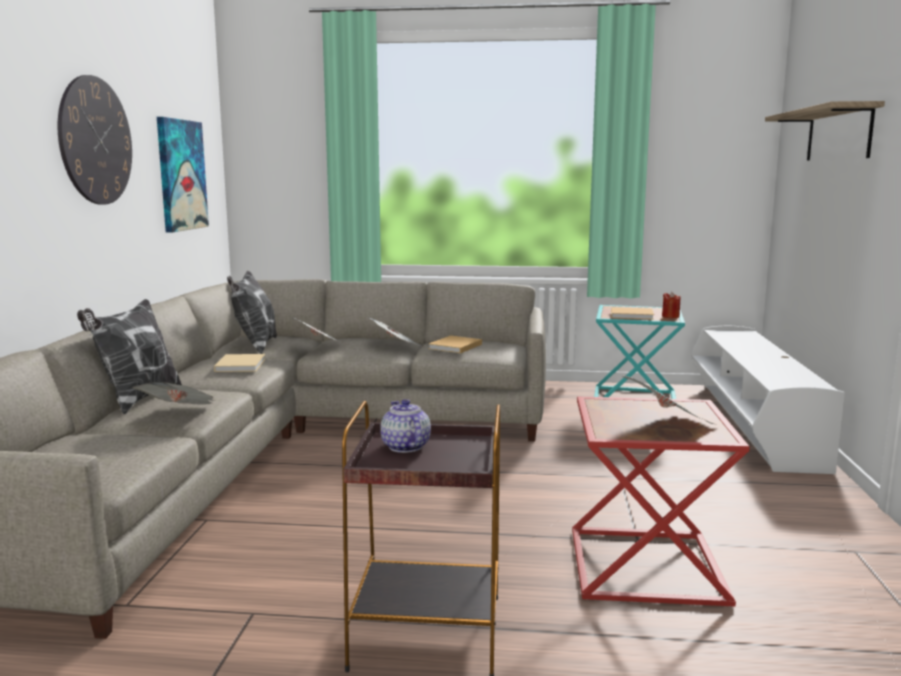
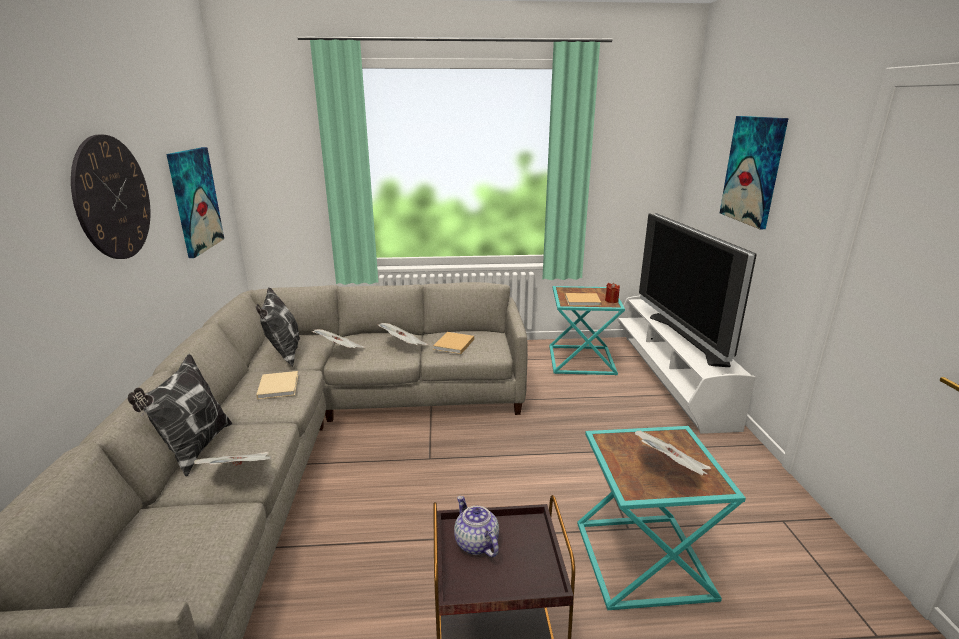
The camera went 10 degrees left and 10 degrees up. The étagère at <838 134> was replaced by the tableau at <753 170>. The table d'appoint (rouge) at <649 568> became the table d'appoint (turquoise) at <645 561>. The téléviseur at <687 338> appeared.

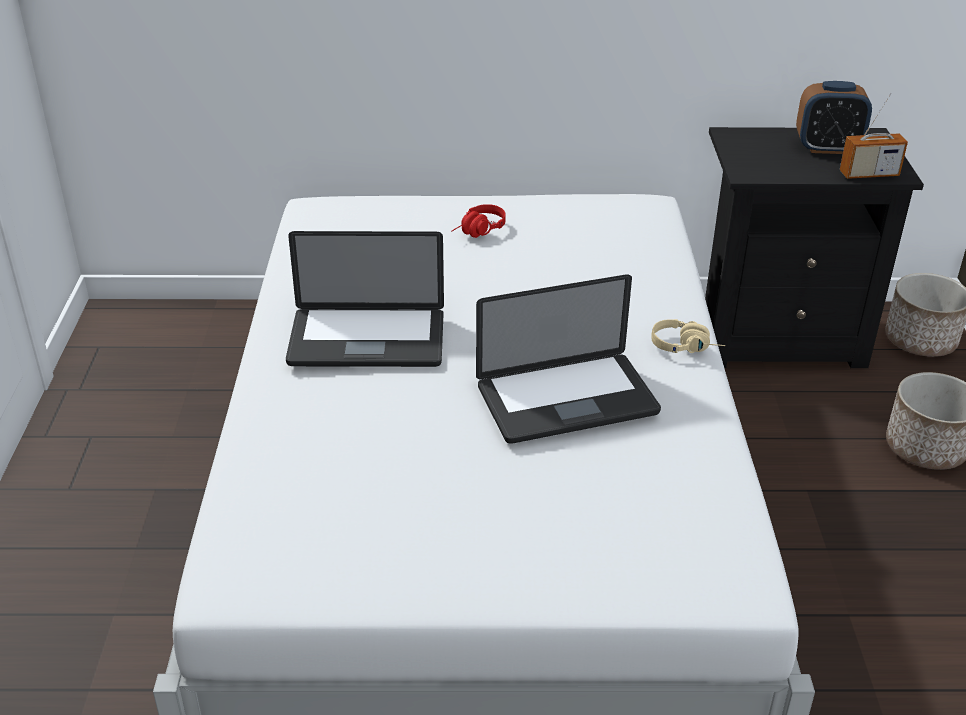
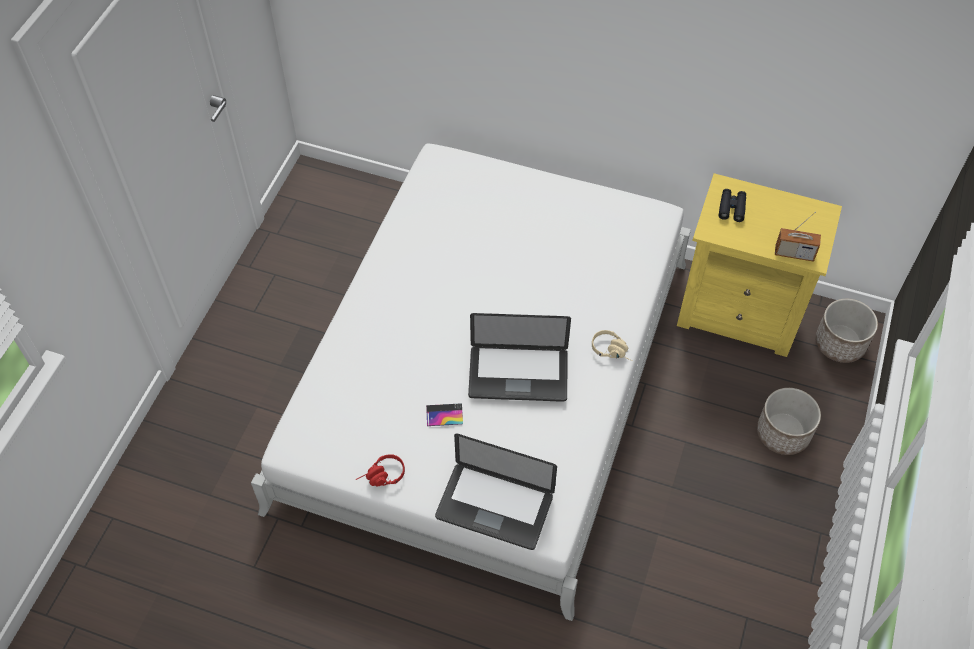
The camera went 20 degrees right and 20 degrees up. The réveil at <827 148> disappeared. The table de chevet (noir) at <778 336> became the table de chevet (jaune) at <740 312>. The casque audio (rouge) moved from <478 231> to <381 477>. The ordinateur portable moved from <367 340> to <494 507>. The jumelles (noir) at <732 208> appeared. The téléphone at <444 415> appeared.

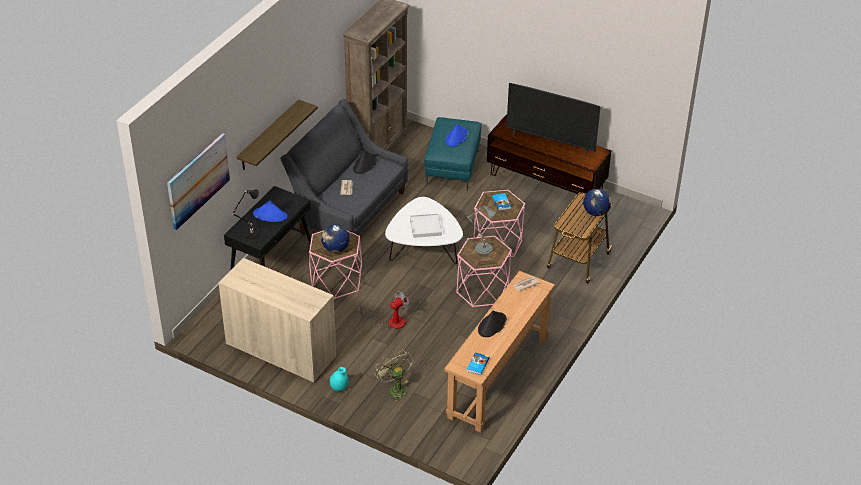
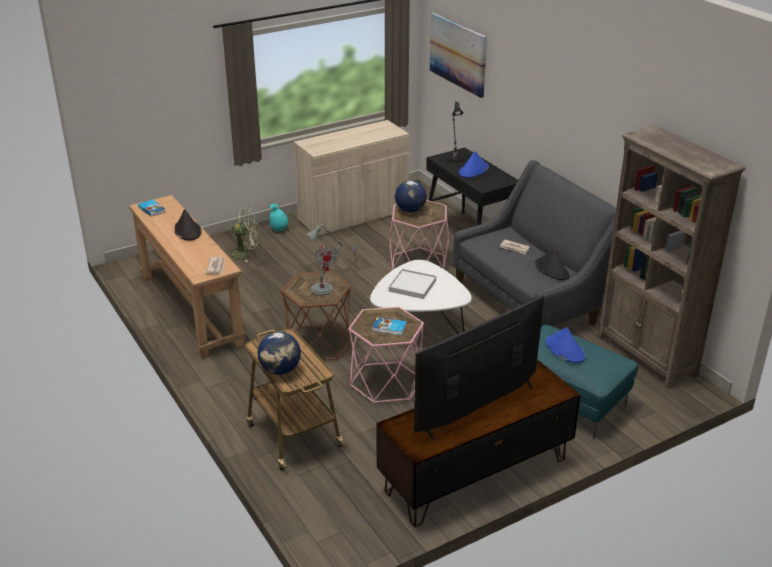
The camera went 120 degrees right and 10 degrees down. The étagère at <268 136> disappeared. The table d'appoint (rose) at <482 290> became the table d'appoint (marron) at <318 343>.

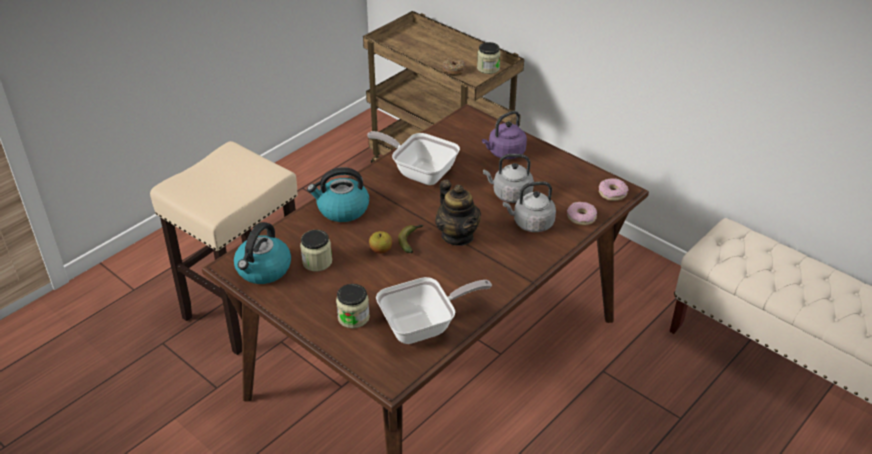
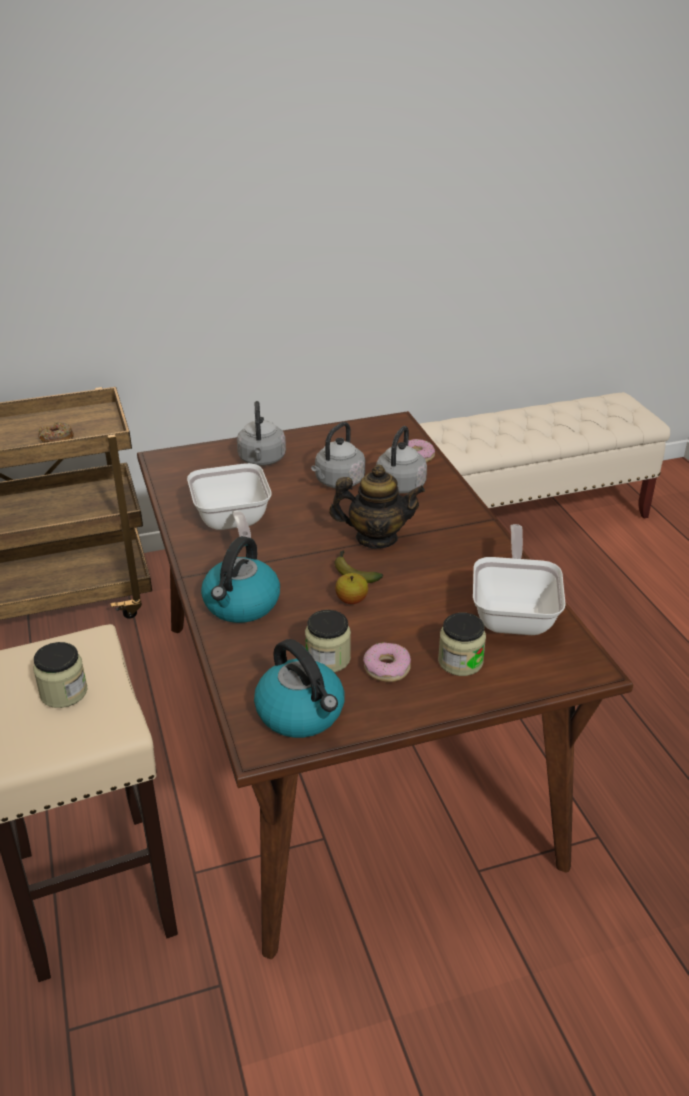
The camera went 60 degrees left and 5 degrees down. The bocal moved from <488 68> to <64 692>. The bouilloire (violet) at <505 153> became the bouilloire (gris) at <262 460>. The poêle at <420 172> turned 75 degrees counterclockwise. The beignet moved from <612 193> to <387 668>.

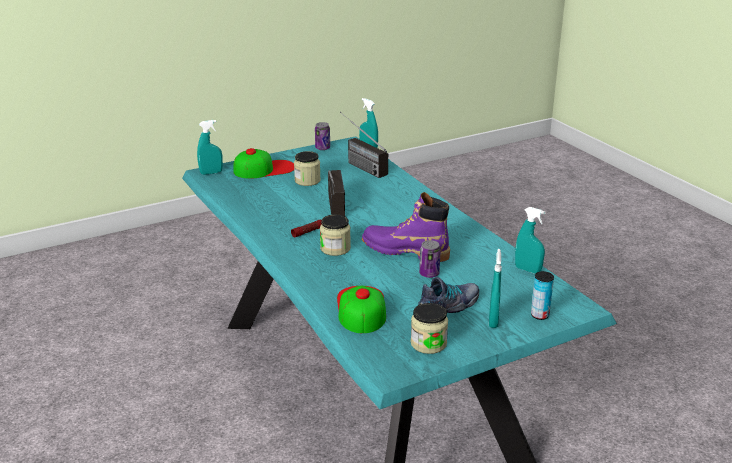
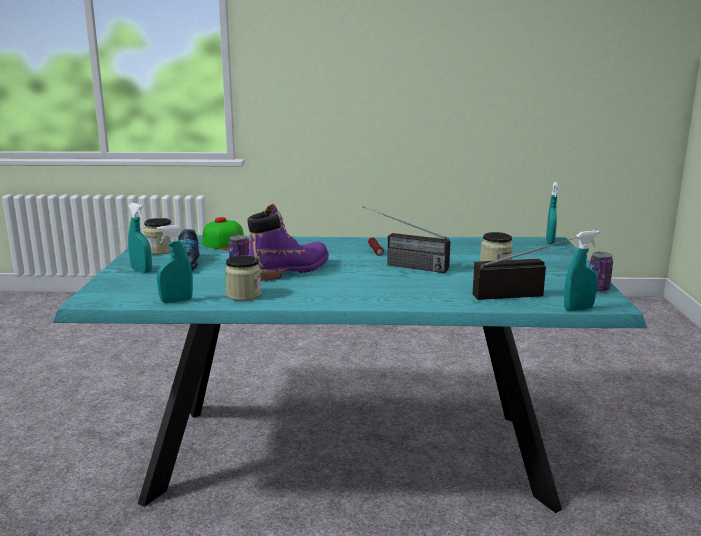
The camera went 120 degrees right and 10 degrees down. The casquette at <264 169> disappeared. The bocal moved from <335 248> to <244 295>. The boîte métallique at <539 315> disappeared.

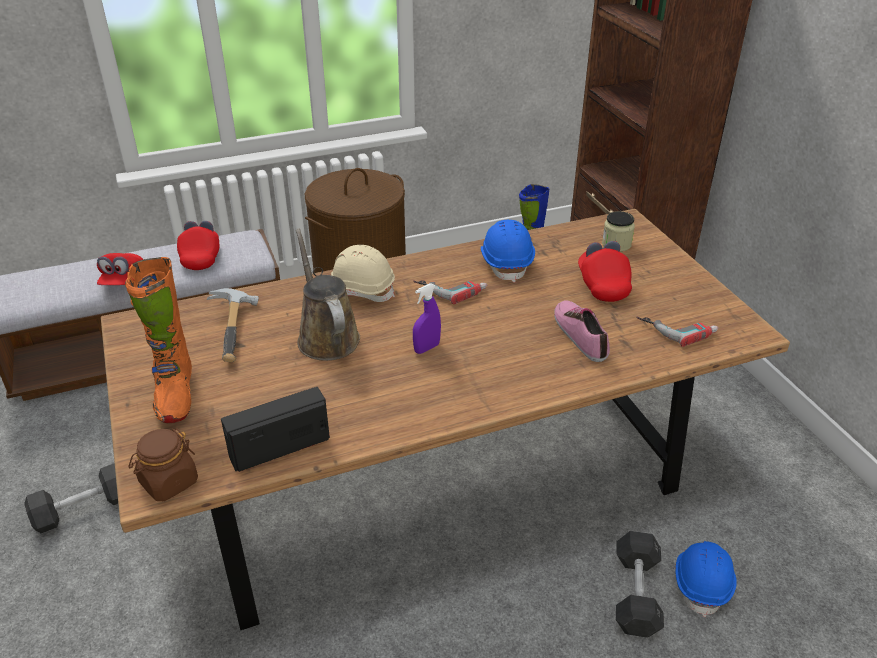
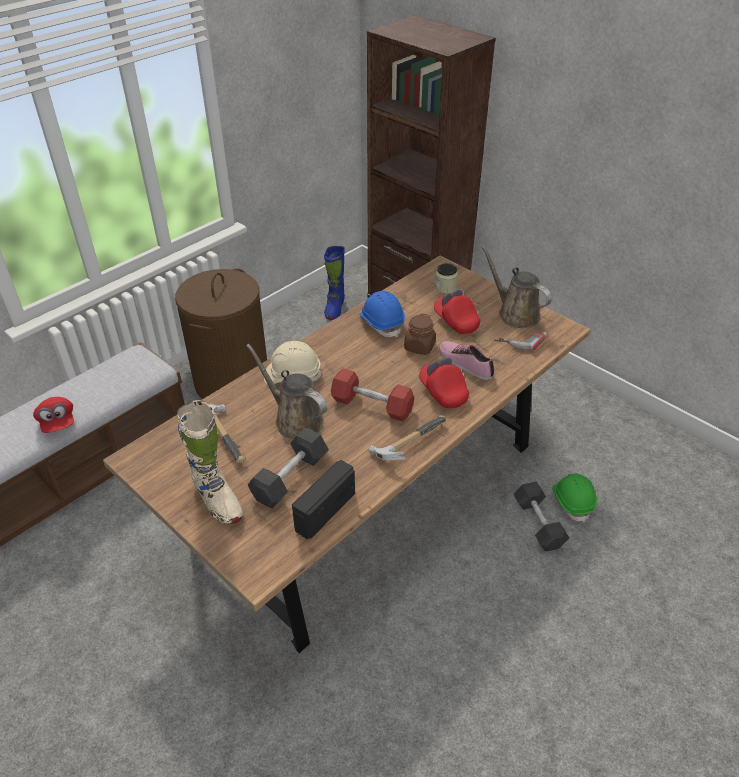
The camera went 25 degrees left and 5 degrees up. The casquette (rouge) moved from <201 257> to <443 392>. The botte (orange) at <175 394> became the botte (beige) at <217 500>. The perceuse at <451 288> disappeared. The vaporisateur (violet) at <426 348> was replaced by the haltère (rouge) at <372 405>. The bocal (marron) moved from <168 482> to <419 346>. The haltère (gris) moved from <83 509> to <290 477>. The casque de chantier (bleu) at <702 583> became the casque de chantier (vert) at <572 501>. The arrosoir (marron) at <515 313> appeared. The marteau at <406 443> appeared.

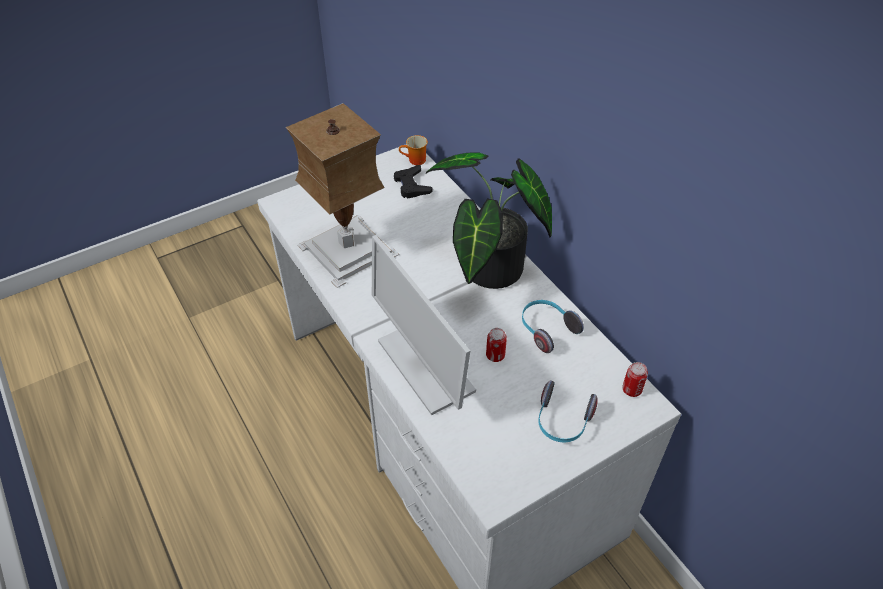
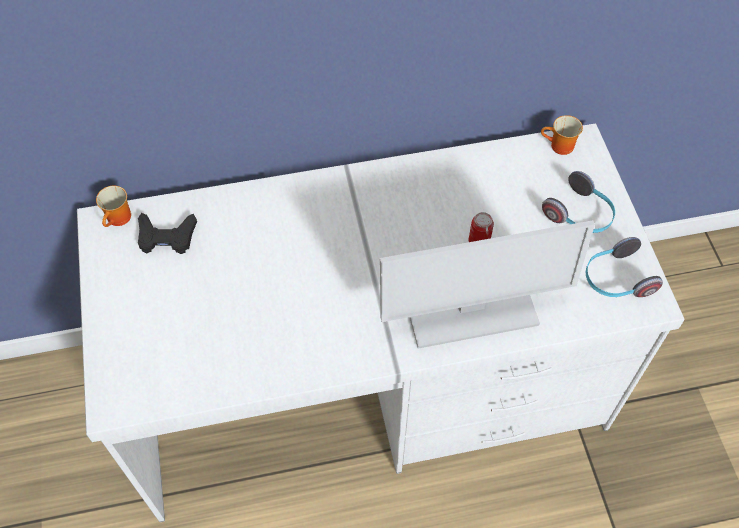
The camera went 70 degrees left and 10 degrees up. The lampe de table at <348 248> disappeared. The plante en pot at <487 272> disappeared. The casque audio moved from <546 330> to <616 279>. The boîte métallique at <631 390> was replaced by the mug at <559 147>.

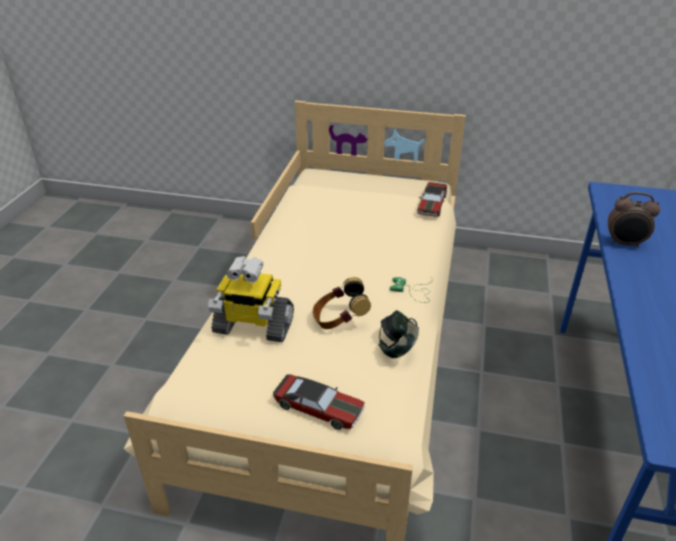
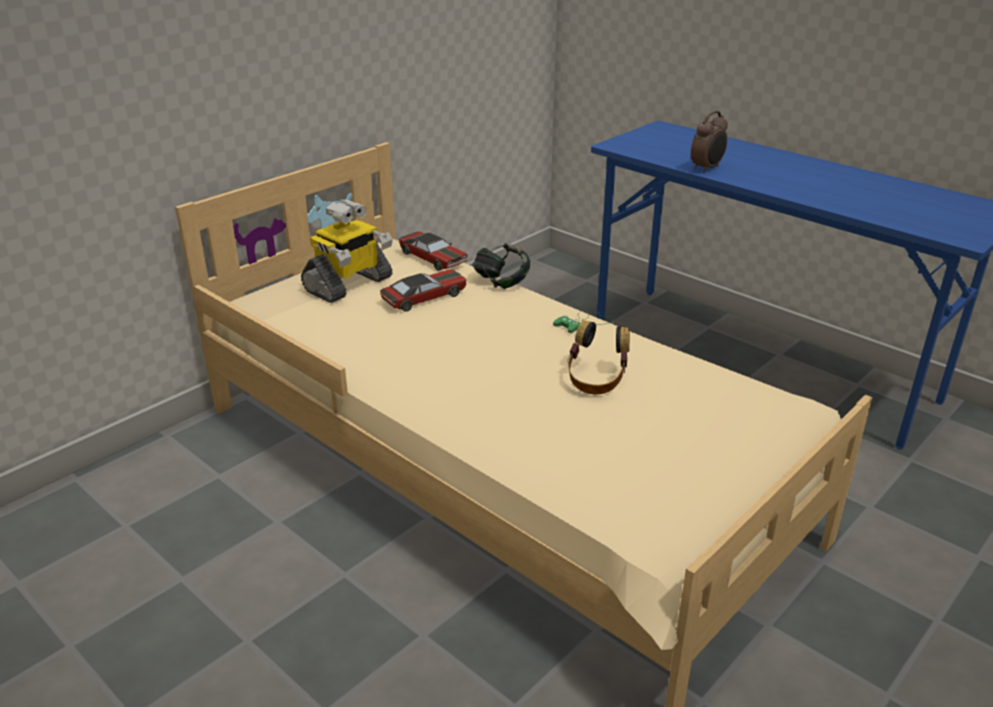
The camera went 60 degrees left and 5 degrees down. The robot jouet moved from <253 326> to <349 285>. The casque audio moved from <397 348> to <501 282>. The petite voiture moved from <319 408> to <424 297>.

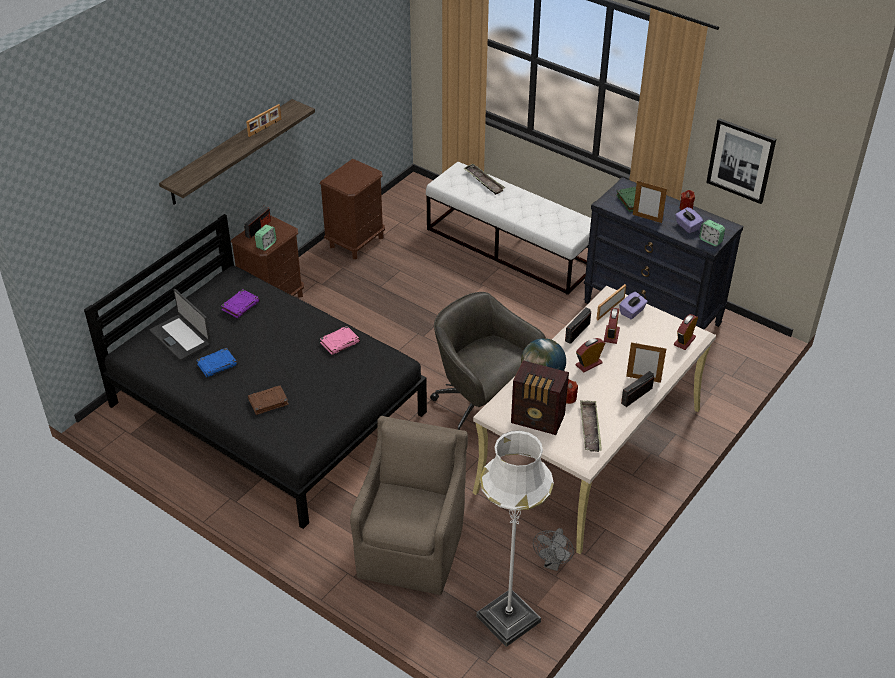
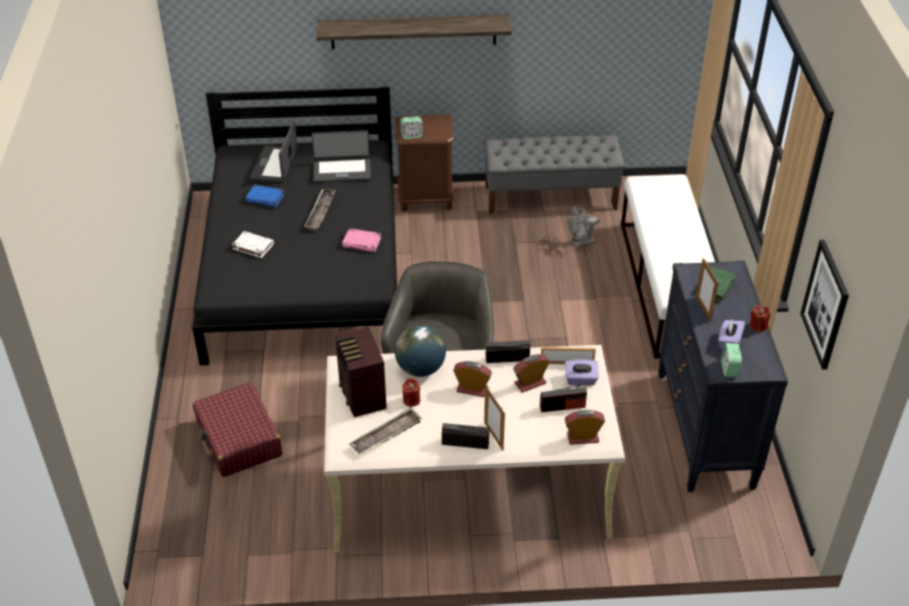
The camera went 50 degrees right and 0 degrees up. The cadre photo at <265 128> disappeared. The table de chevet (marron) at <356 241> was replaced by the banc (gris) at <551 197>. The plateau moved from <483 181> to <320 212>. The radio moved from <258 228> to <562 407>. The livre (violet) at <240 305> was replaced by the ordinateur portable at <342 170>. The livre (marron) at <268 402> became the livre (blanc) at <252 246>. The fauteuil (marron) at <412 548> was replaced by the valise (rouge) at <239 439>. The lampadaire (blanc) at <508 619> disappeared. The ventilateur (gris) moved from <553 564> to <580 243>.

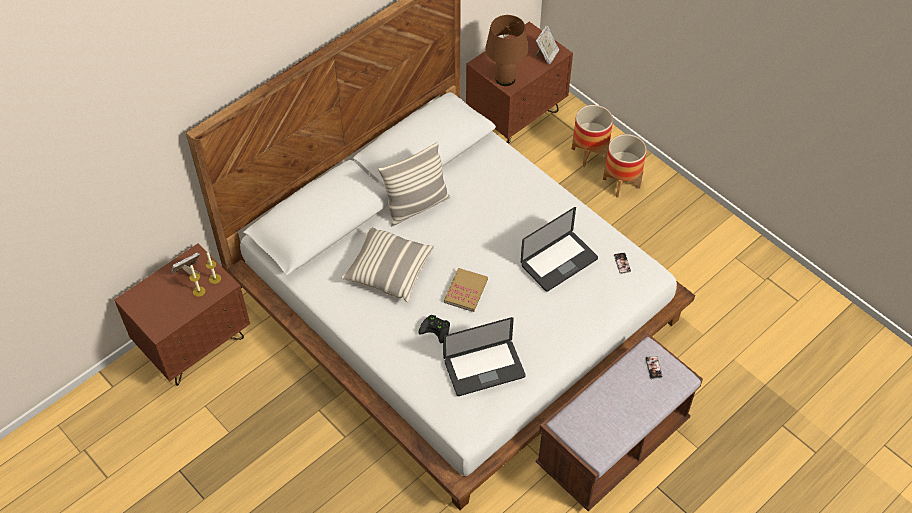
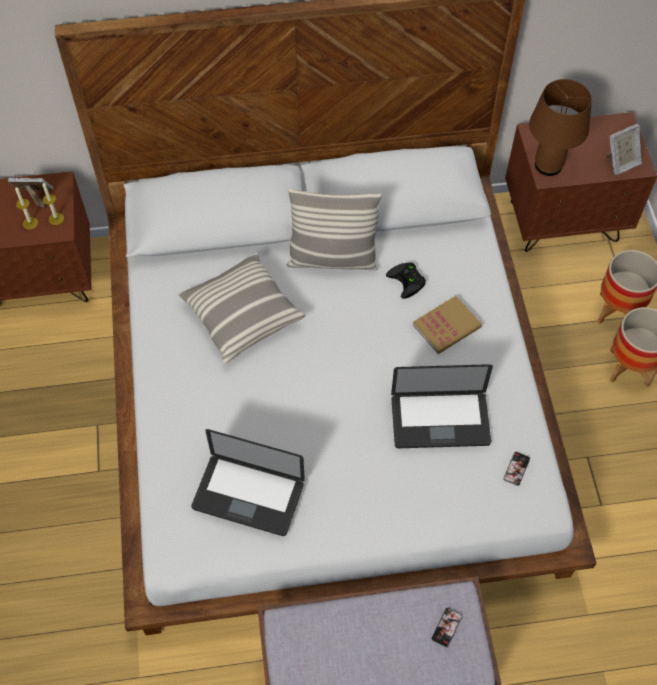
The camera went 35 degrees right and 5 degrees up. The livre moved from <466 291> to <446 326>. The manette (noir) moved from <436 329> to <408 281>.

